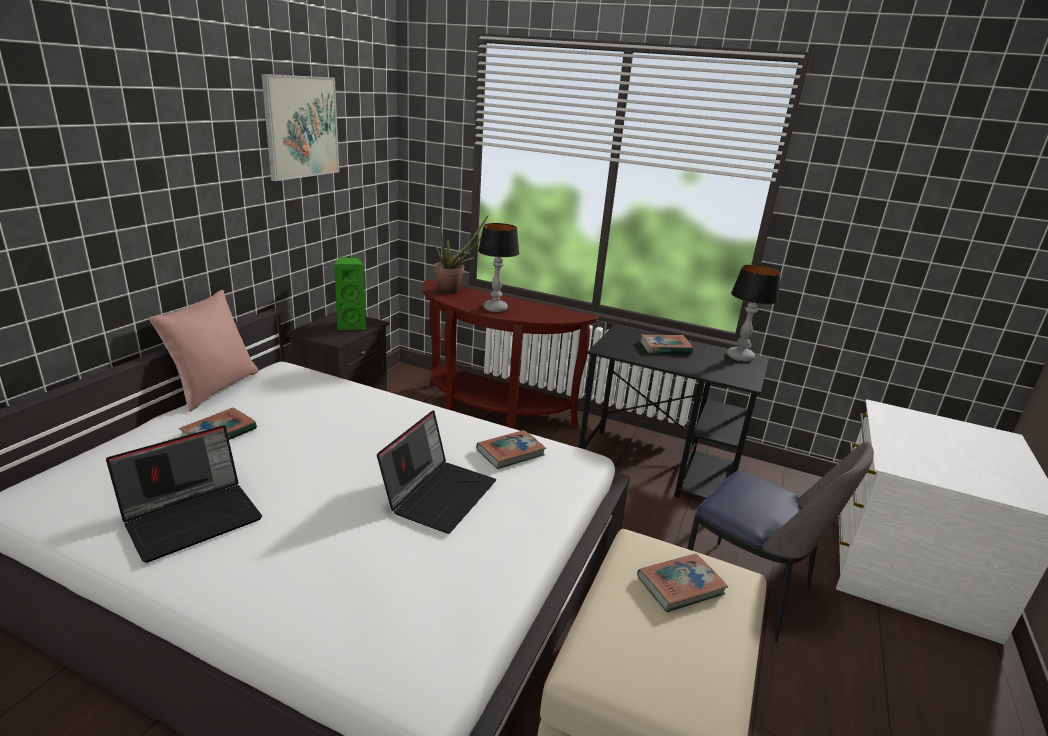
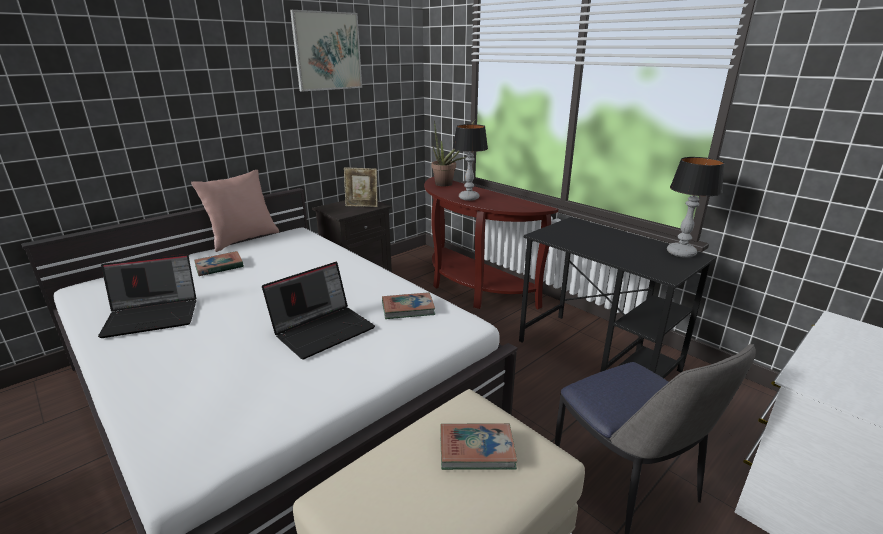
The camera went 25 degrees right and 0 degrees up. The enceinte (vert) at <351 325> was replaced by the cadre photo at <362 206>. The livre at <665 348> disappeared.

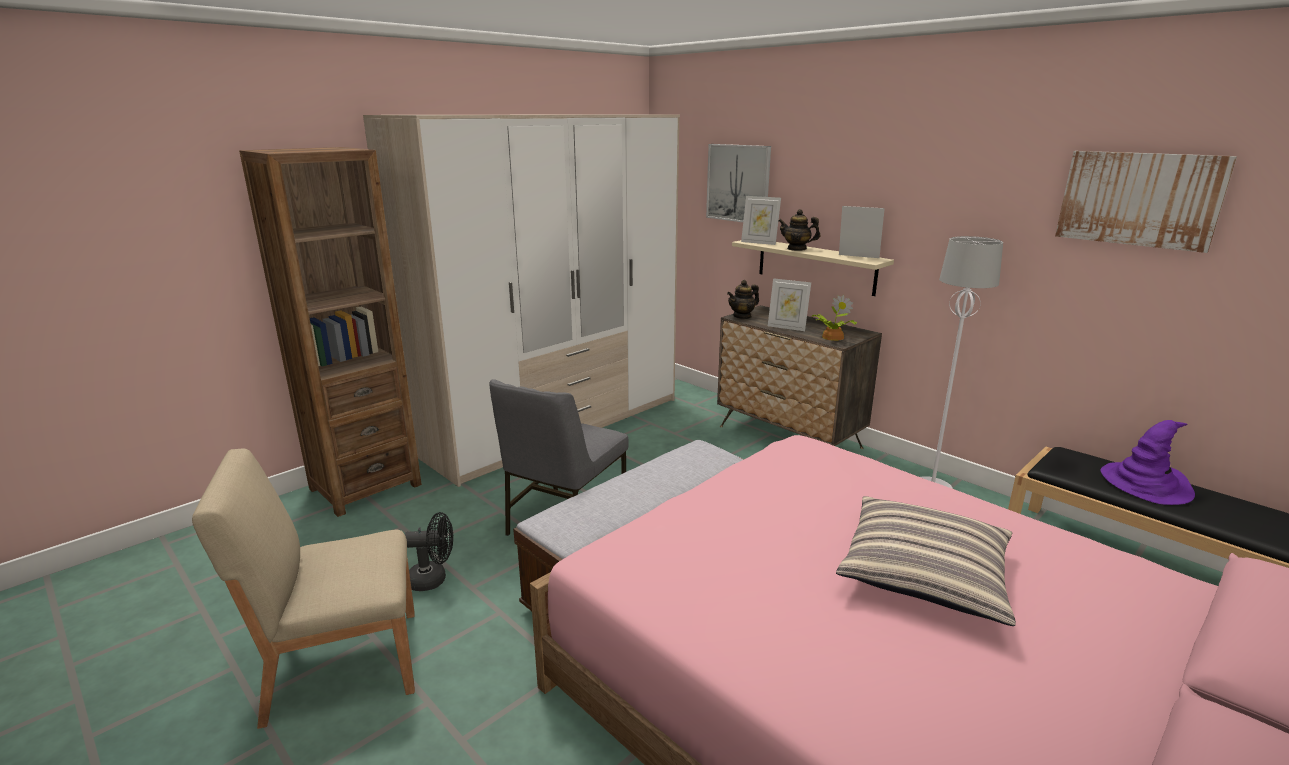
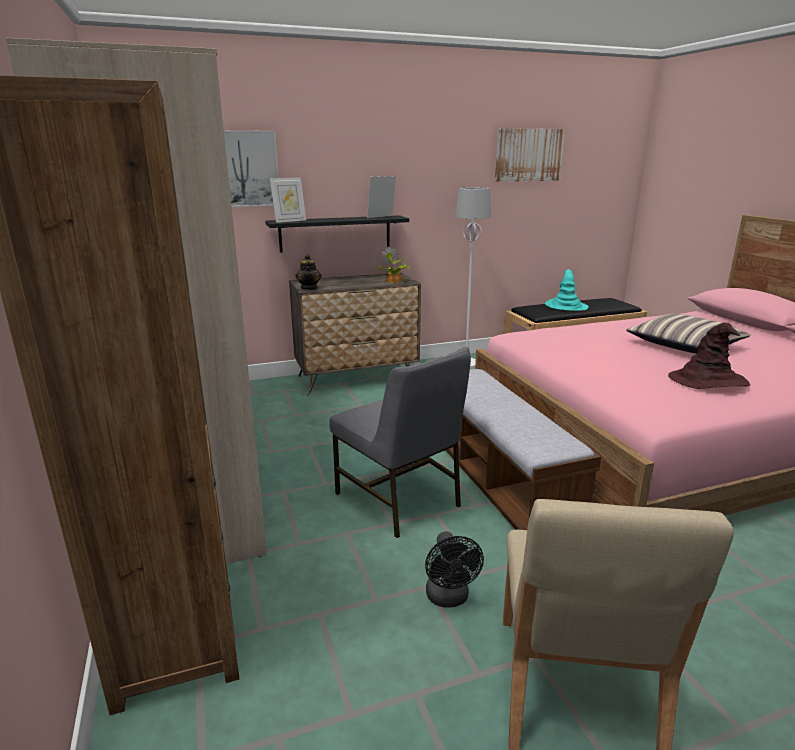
The camera went 65 degrees left and 0 degrees up. The théière at <797 249> disappeared. The étagère (beige) at <815 266> became the étagère (noir) at <335 233>. The cadre photo at <787 327> disappeared. The chapeau (violet) at <1146 484> became the chapeau (turquoise) at <566 306>. The ventilateur (noir) at <433 579> turned 150 degrees clockwise. The chapeau (marron) at <707 381> appeared.

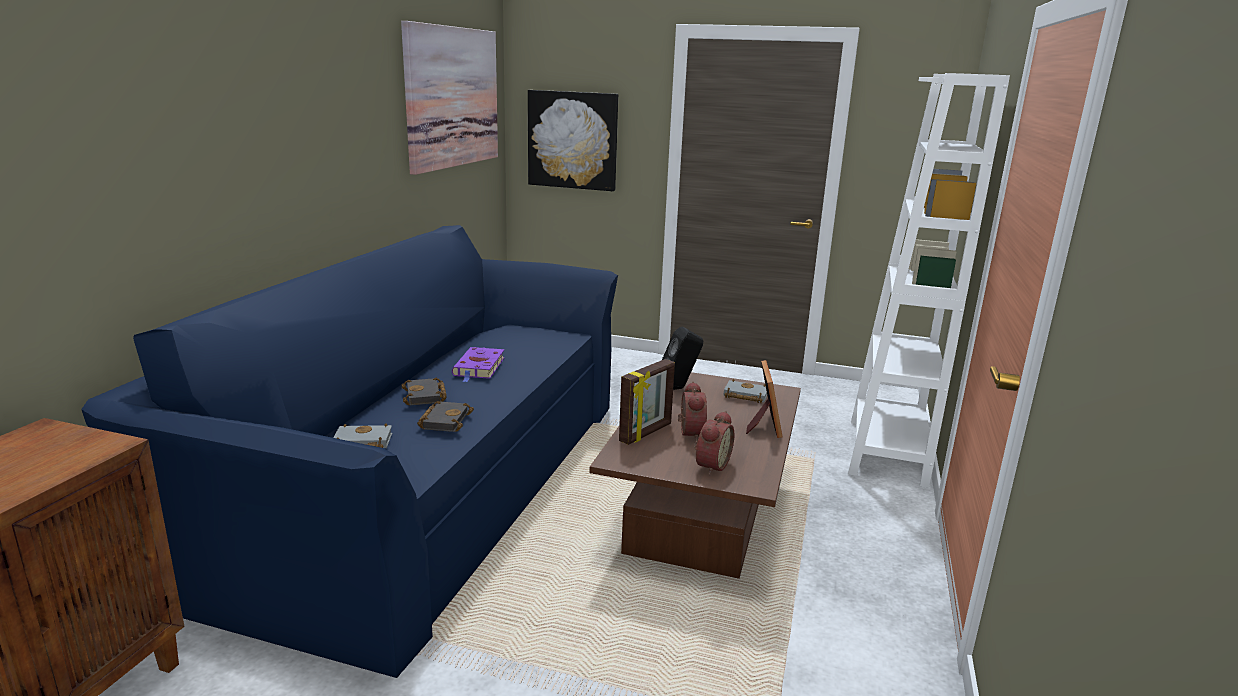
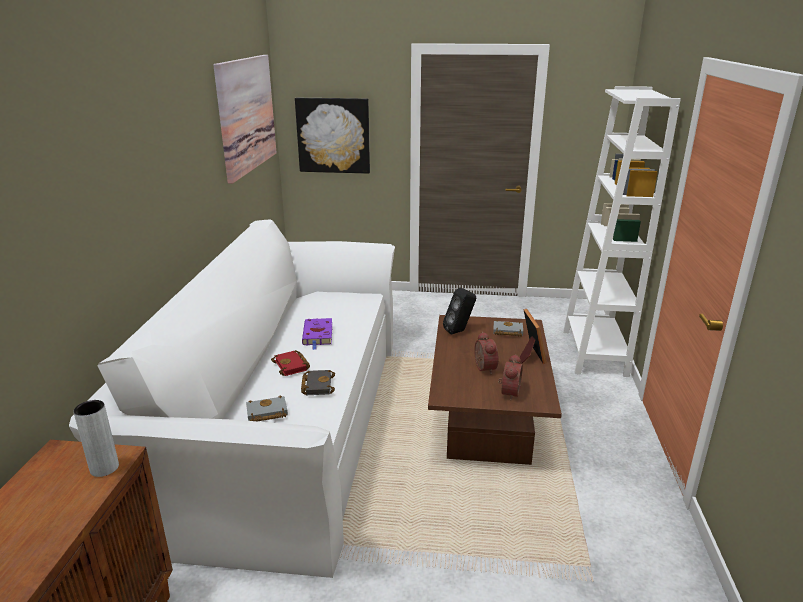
The camera went 10 degrees left and 5 degrees up. The canapé (bleu) at <425 484> became the canapé (blanc) at <284 424>. The cadre photo at <646 433> disappeared. The livre (noir) at <426 396> became the livre (rouge) at <292 366>. The vase (gris) at <104 468> appeared.

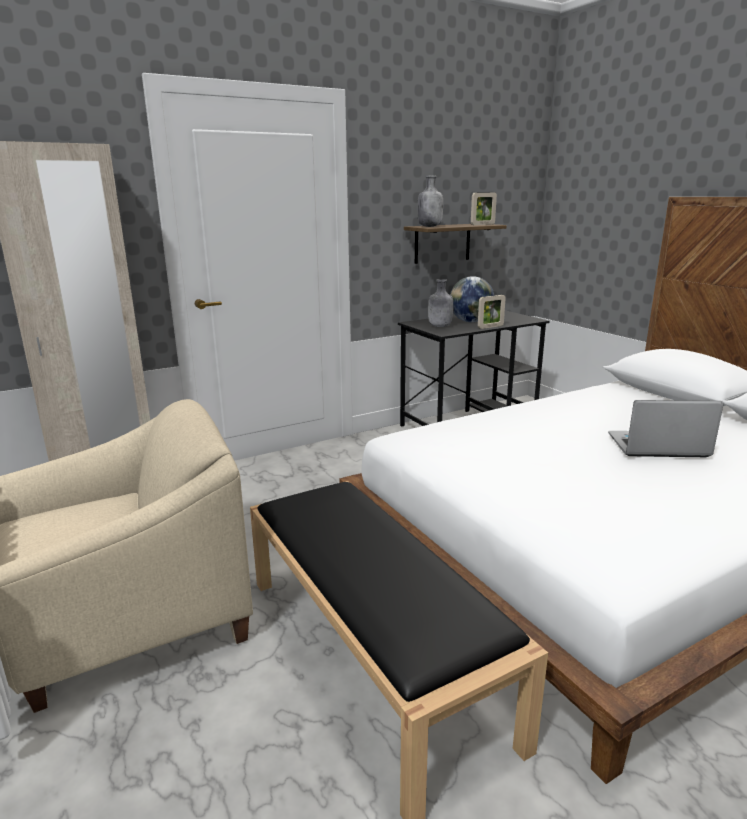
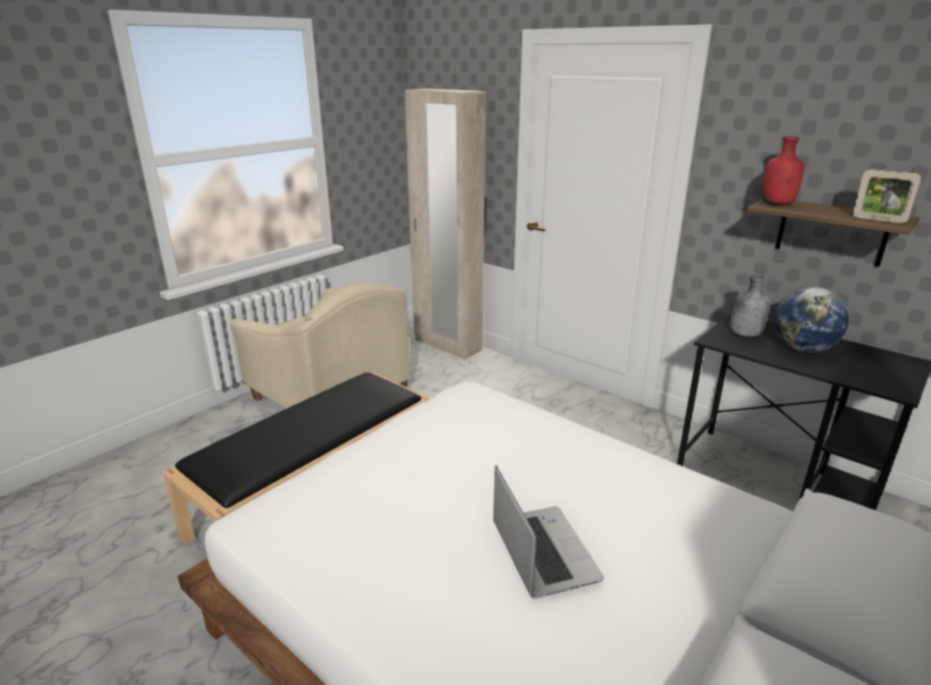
The camera went 70 degrees right and 5 degrees up. The bouteille (gris) at <430 226> became the bouteille (rouge) at <777 204>. The cadre photo at <490 327> disappeared.

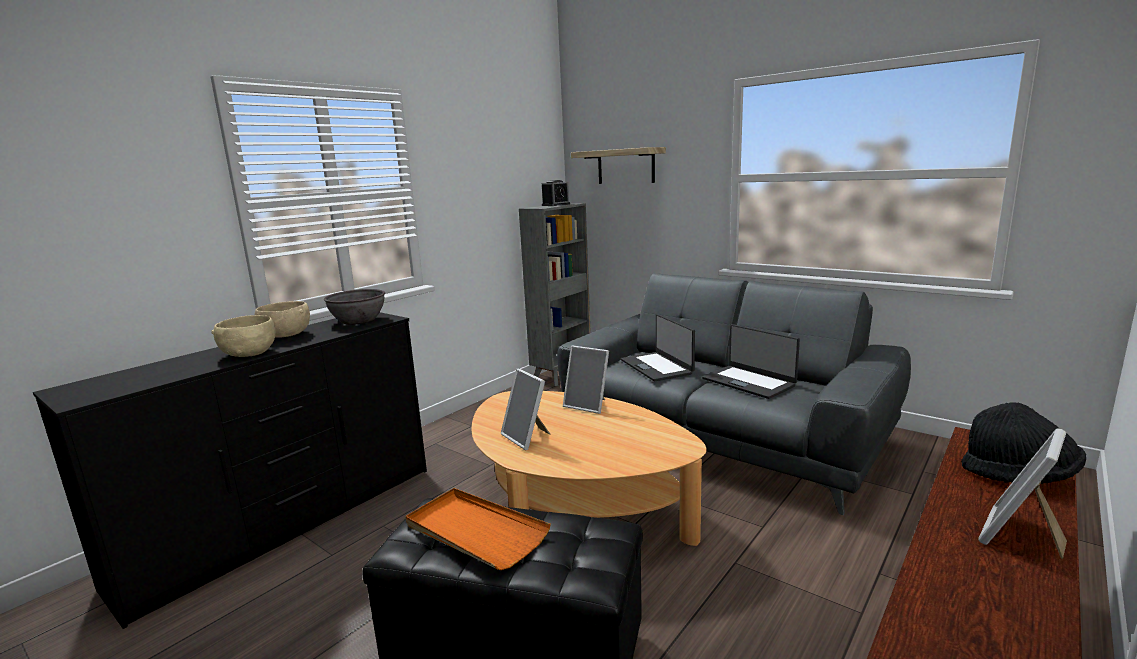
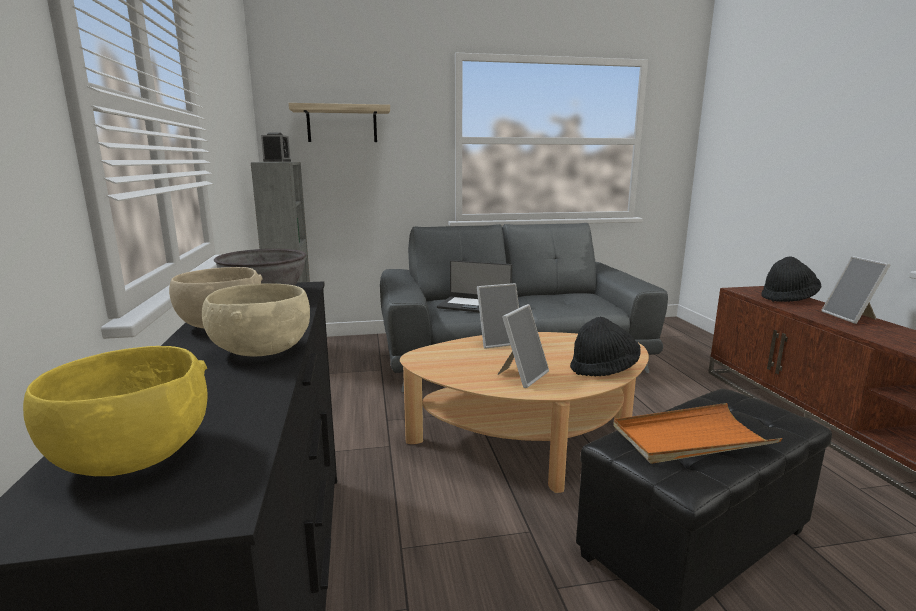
The camera went 50 degrees left and 0 degrees up. The ordinateur portable at <749 382> disappeared. The cadre photo at <527 437> turned 60 degrees counterclockwise. The chapeau (noir) at <604 369> appeared. The bol (jaune) at <134 457> appeared.

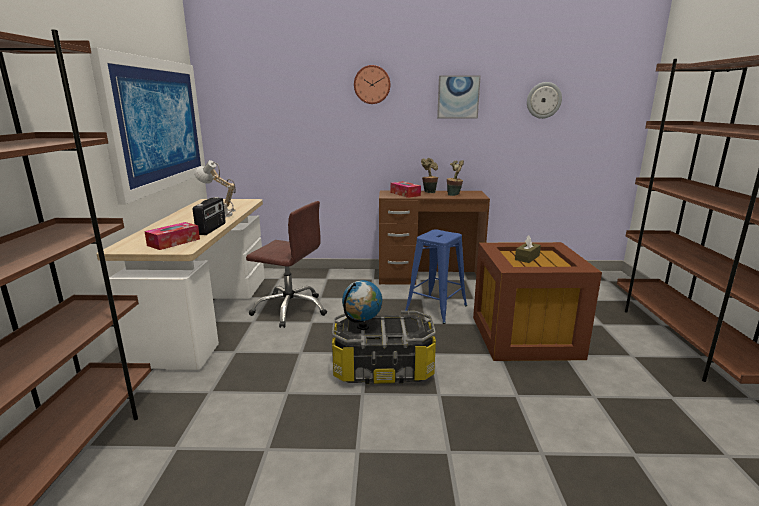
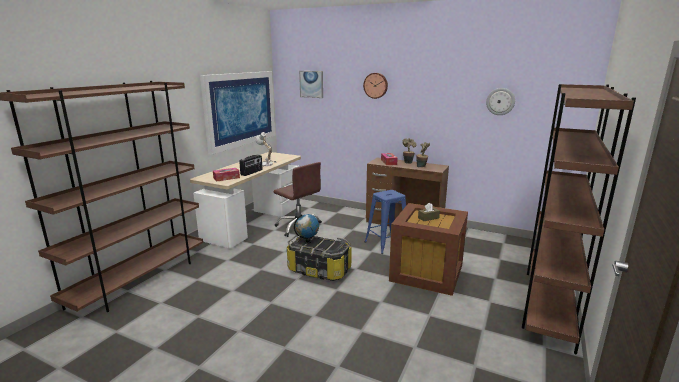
The camera went 25 degrees right and 0 degrees up. The tableau moved from <458 97> to <311 84>.

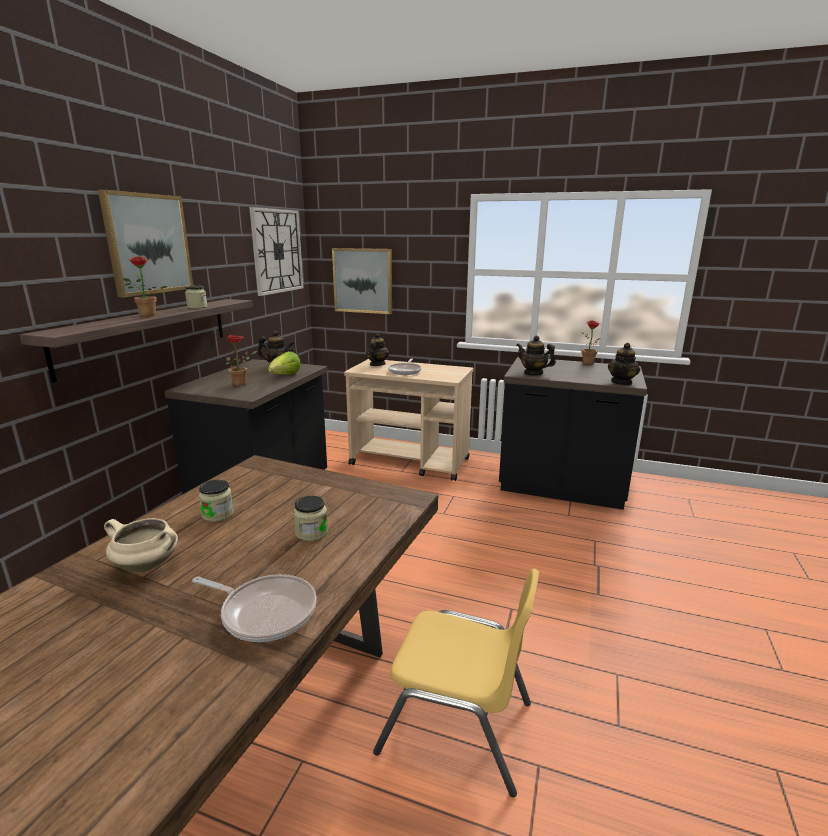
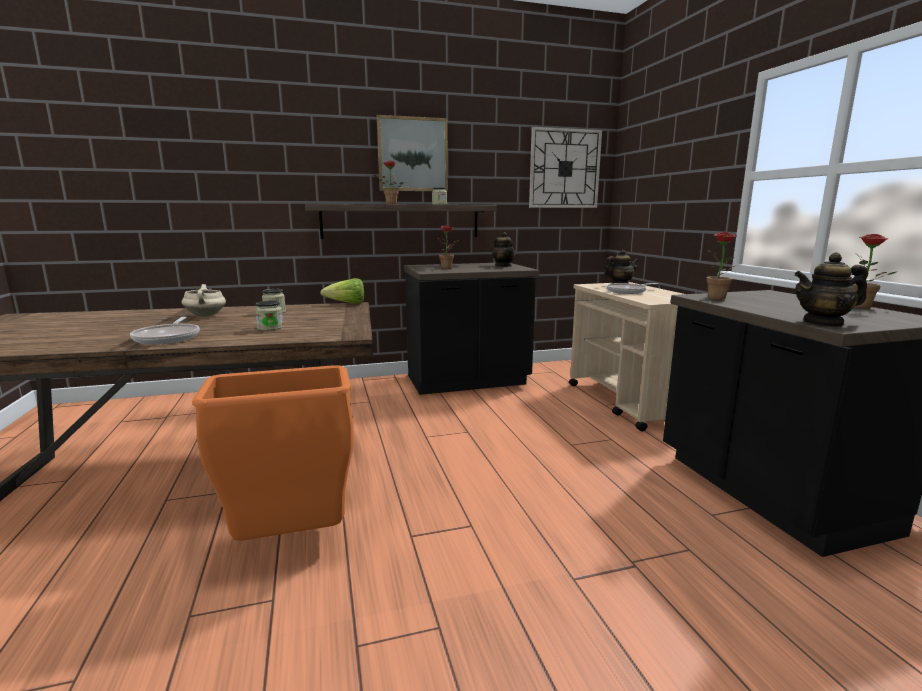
The camera went 55 degrees right and 5 degrees down. The tableau at <363 280> disappeared. The théière at <533 373> was replaced by the plante en pot at <719 298>. The laitue moved from <285 376> to <347 304>. The chaise (jaune) at <457 726> was replaced by the poubelle (orange) at <292 542>.

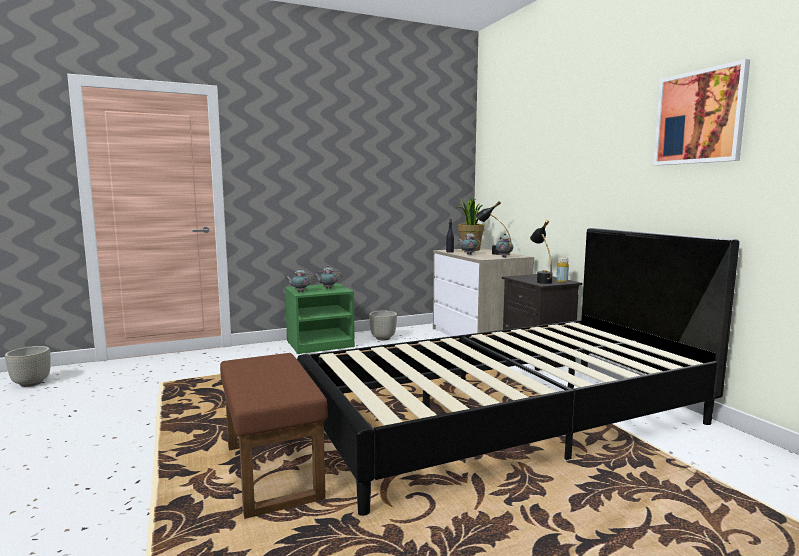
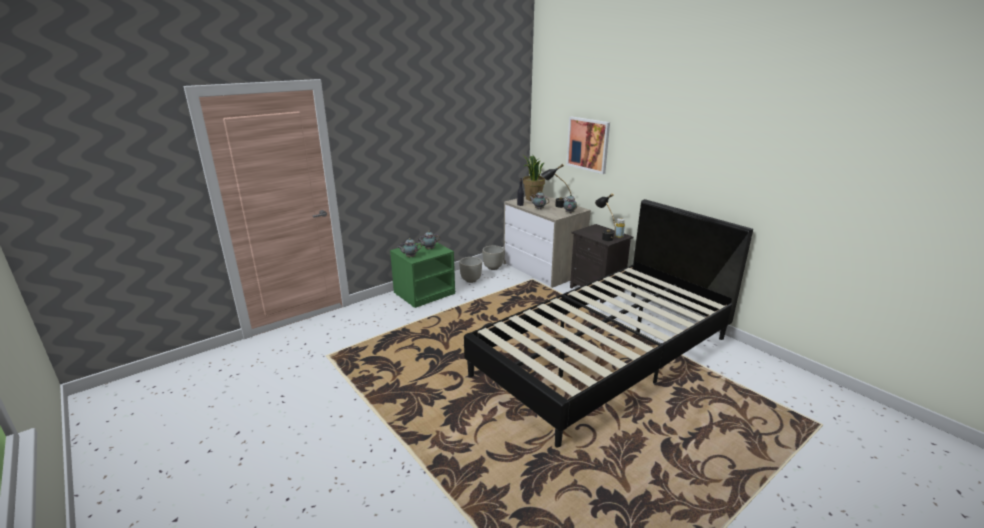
The camera went 15 degrees left and 15 degrees up. The tableau moved from <699 117> to <588 144>. The cache-pot (gris) moved from <31 383> to <493 267>. The pouf (marron) at <274 472> disappeared.

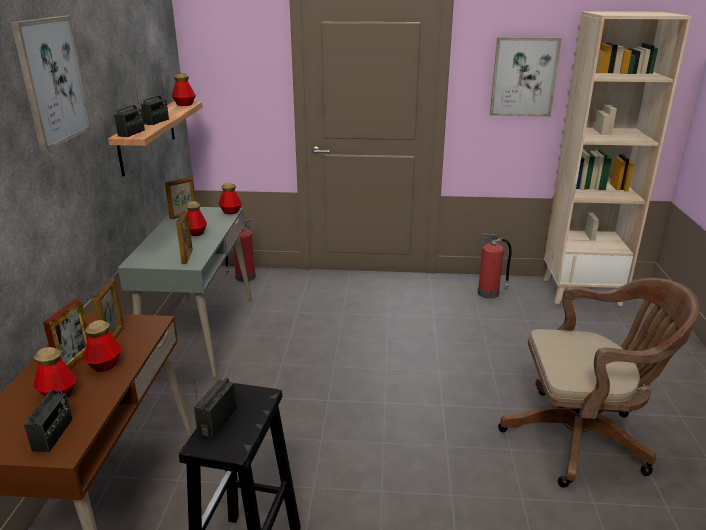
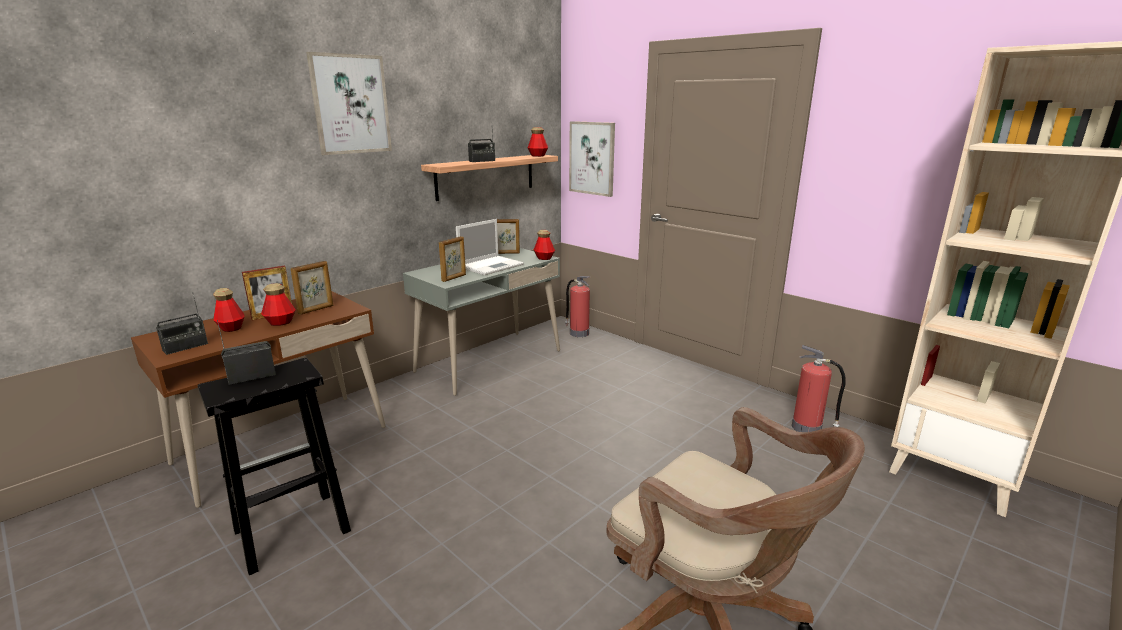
The camera went 40 degrees right and 5 degrees down. The tableau moved from <524 77> to <592 158>. The radio at <131 133> disappeared. The bouteille at <197 233> was replaced by the ordinateur portable at <492 265>.

